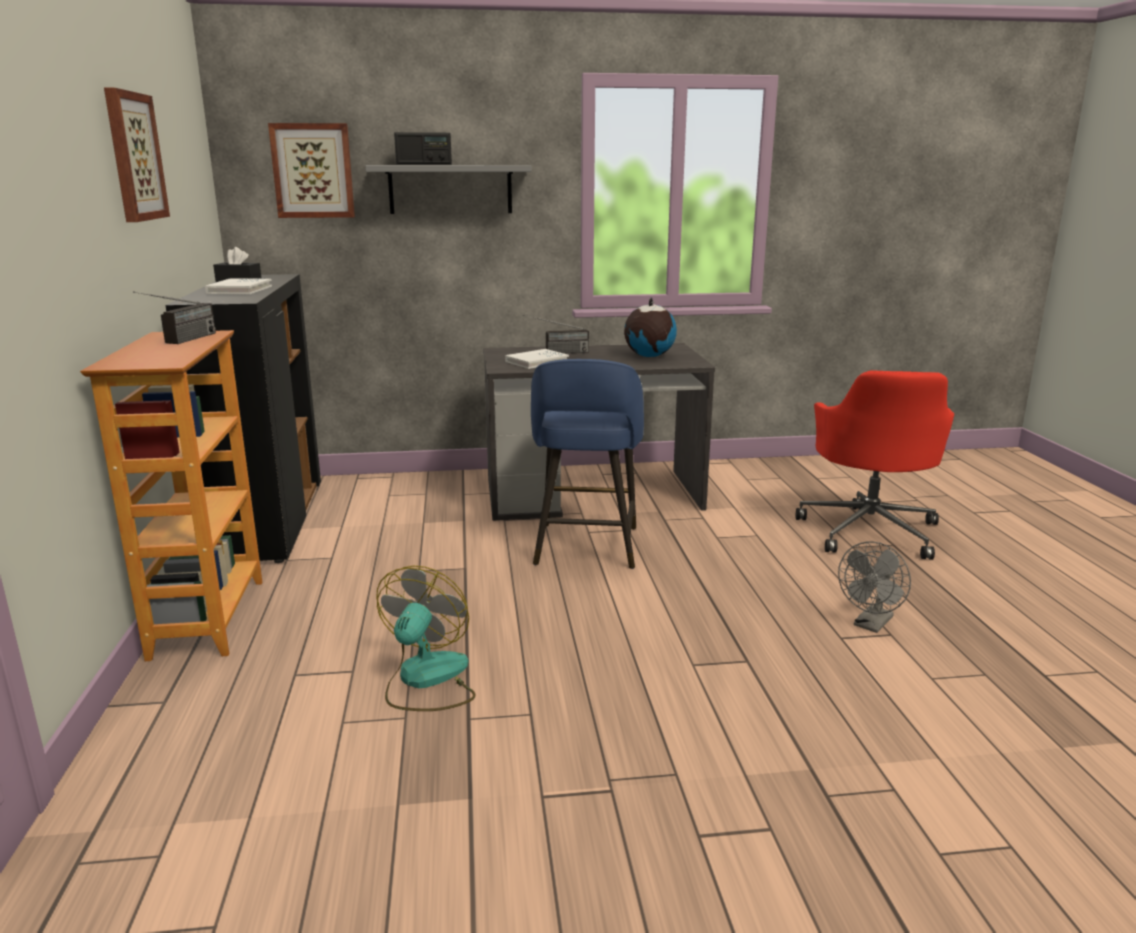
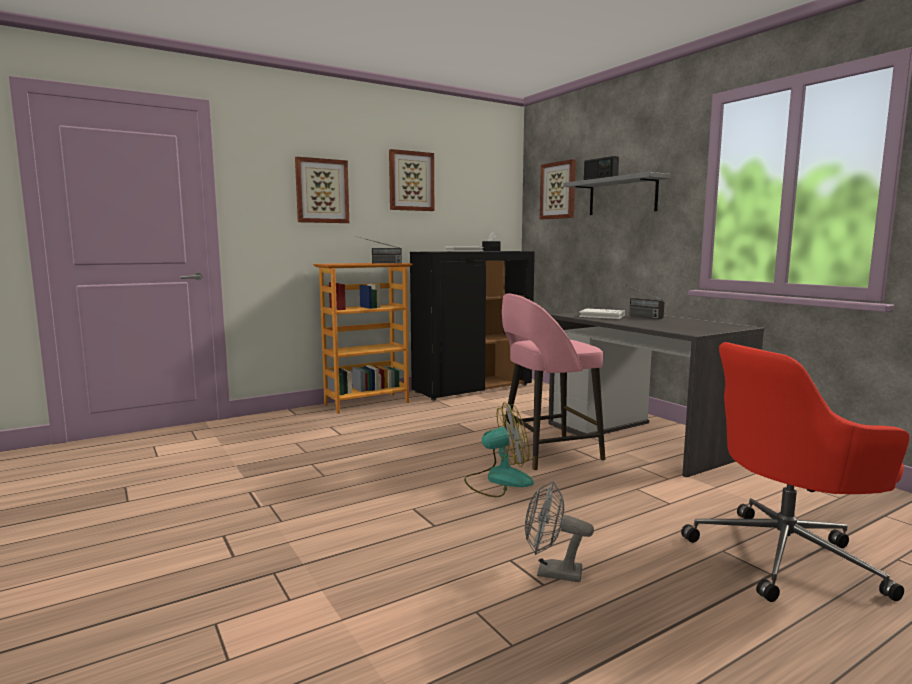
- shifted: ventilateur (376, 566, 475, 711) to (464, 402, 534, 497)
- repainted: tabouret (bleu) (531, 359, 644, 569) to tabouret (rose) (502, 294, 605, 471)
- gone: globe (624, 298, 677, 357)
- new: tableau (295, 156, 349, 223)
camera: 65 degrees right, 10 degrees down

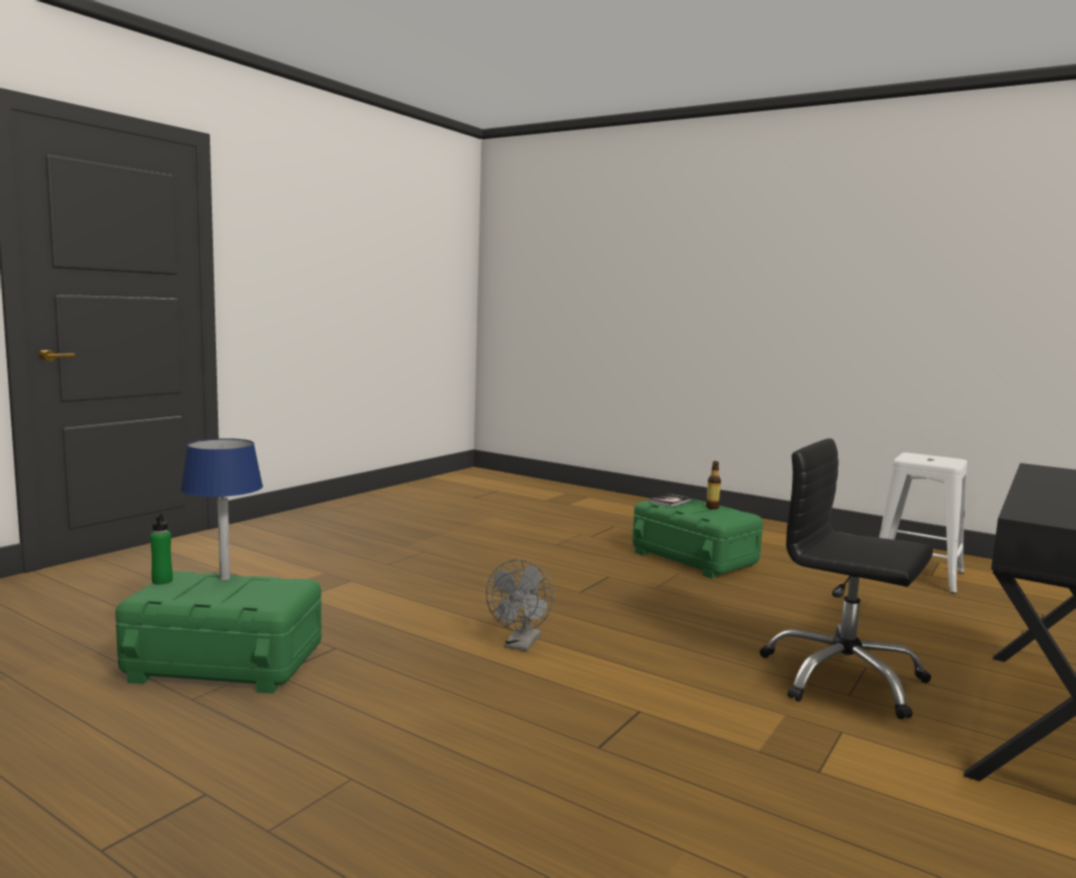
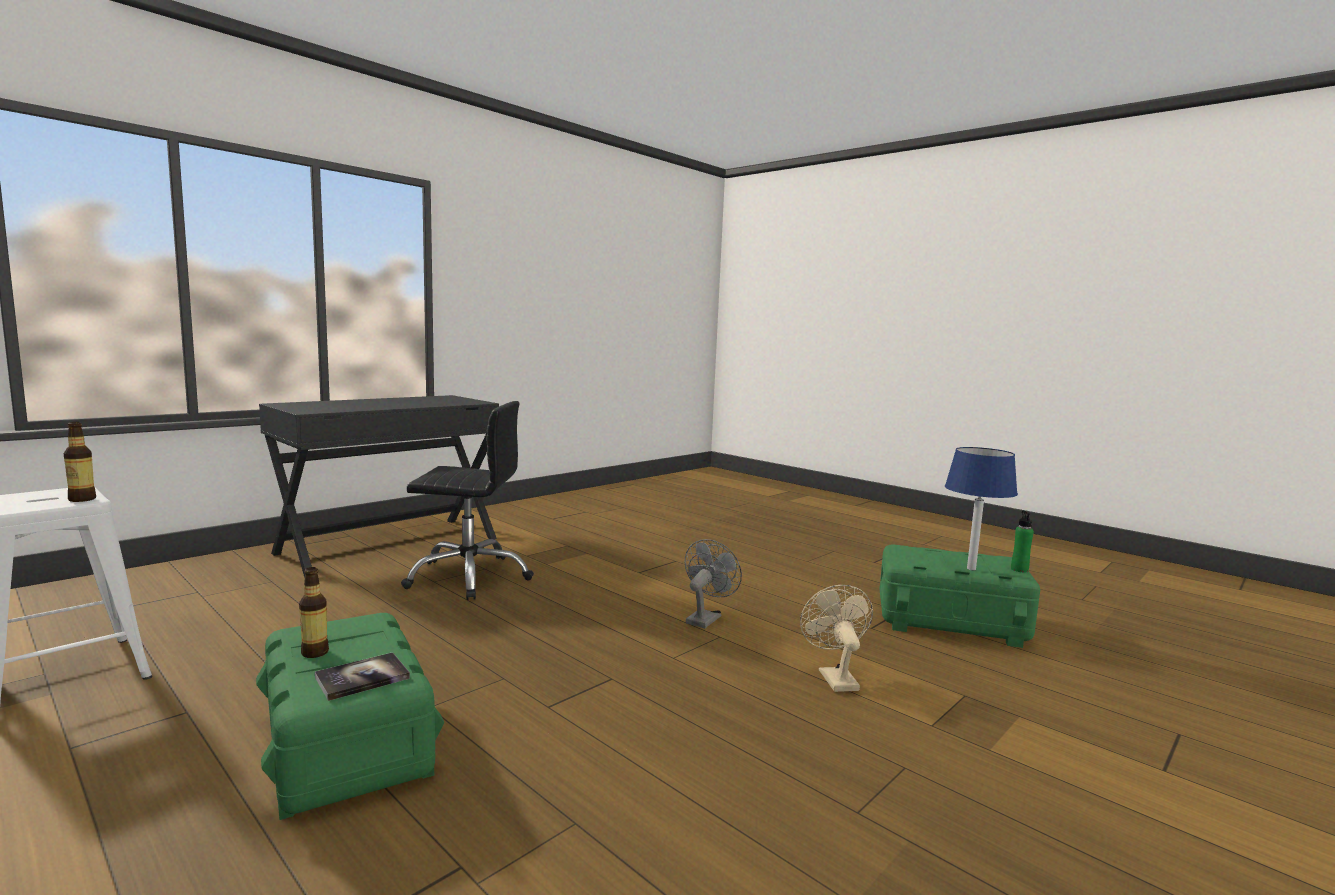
- rotated: chaise de bureau (noir) (760, 438, 933, 719) = (401, 401, 534, 600) 45 degrees counterclockwise
- new: bouteille (64, 422, 96, 502)
- new: ventilateur (beige) (800, 585, 873, 692)
camera: 170 degrees left, 0 degrees up

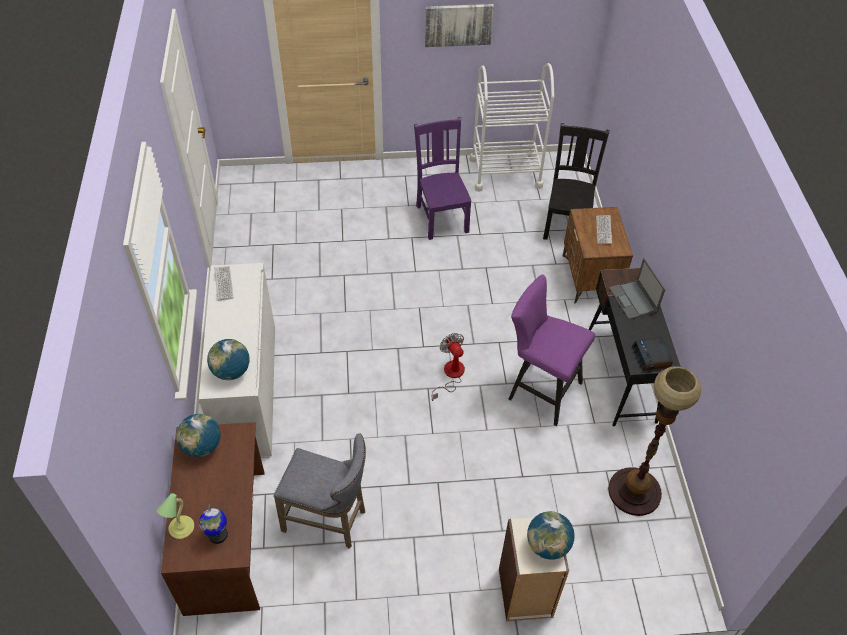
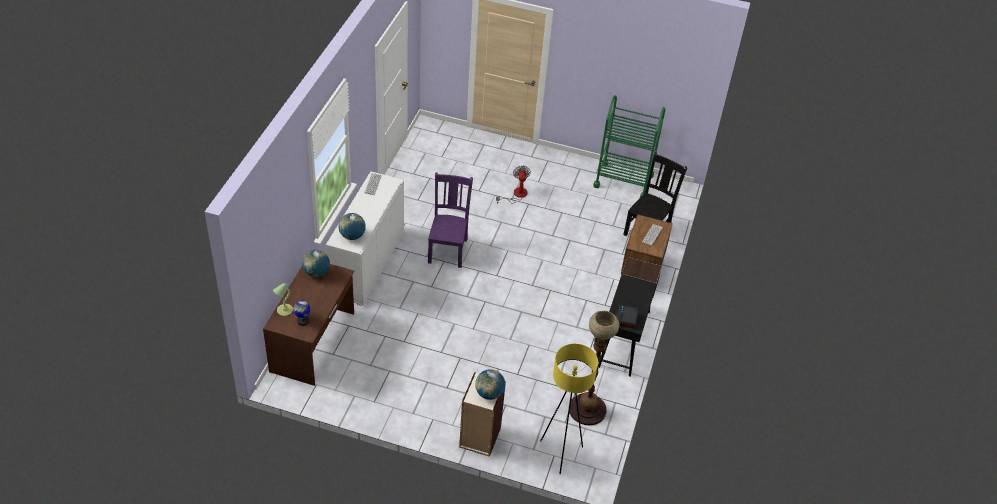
- gone: tabouret (gris) (273, 433, 366, 549)
- shifted: chaise (violet) (414, 117, 472, 240) to (428, 172, 473, 268)
- gone: tableau (425, 4, 494, 47)
- shifted: ventilateur (432, 333, 465, 401) to (496, 165, 531, 204)
- repainted: chariot (blanc) (470, 63, 554, 192) to chariot (vert) (593, 95, 665, 198)
- gone: tabouret (violet) (509, 274, 595, 426)
- gone: ordinateur portable (609, 258, 666, 319)
- new: lampadaire (jaune) (540, 344, 598, 474)
camera: 20 degrees right, 5 degrees down

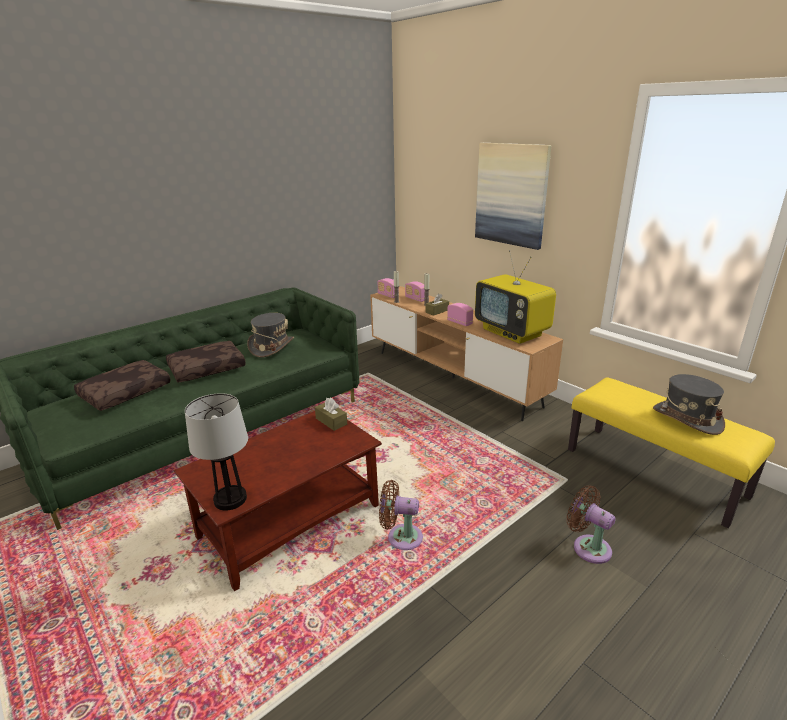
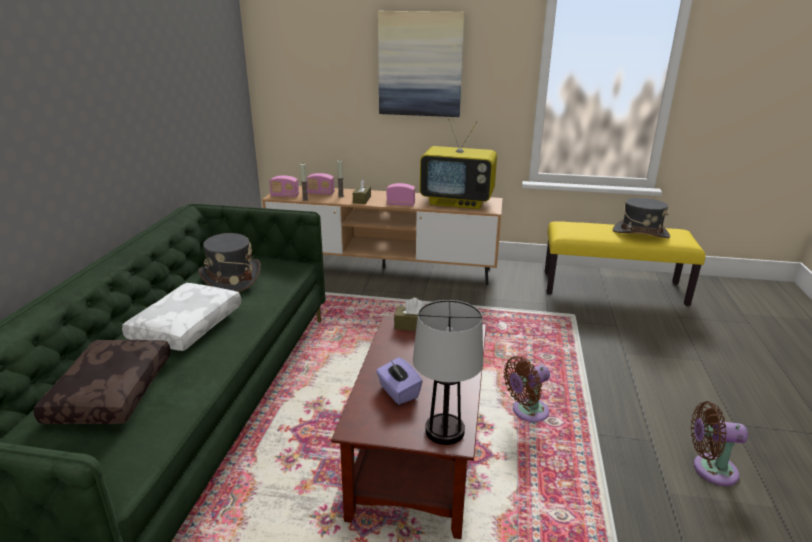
- repainted: coussin (marron) (166, 341, 246, 382) to coussin (blanc) (122, 283, 241, 351)
- shifted: ventilateur (marron) (567, 485, 616, 564) to (691, 401, 748, 486)
- new: boîte à mouchoirs (violet) (376, 357, 422, 405)
camera: 40 degrees left, 0 degrees up

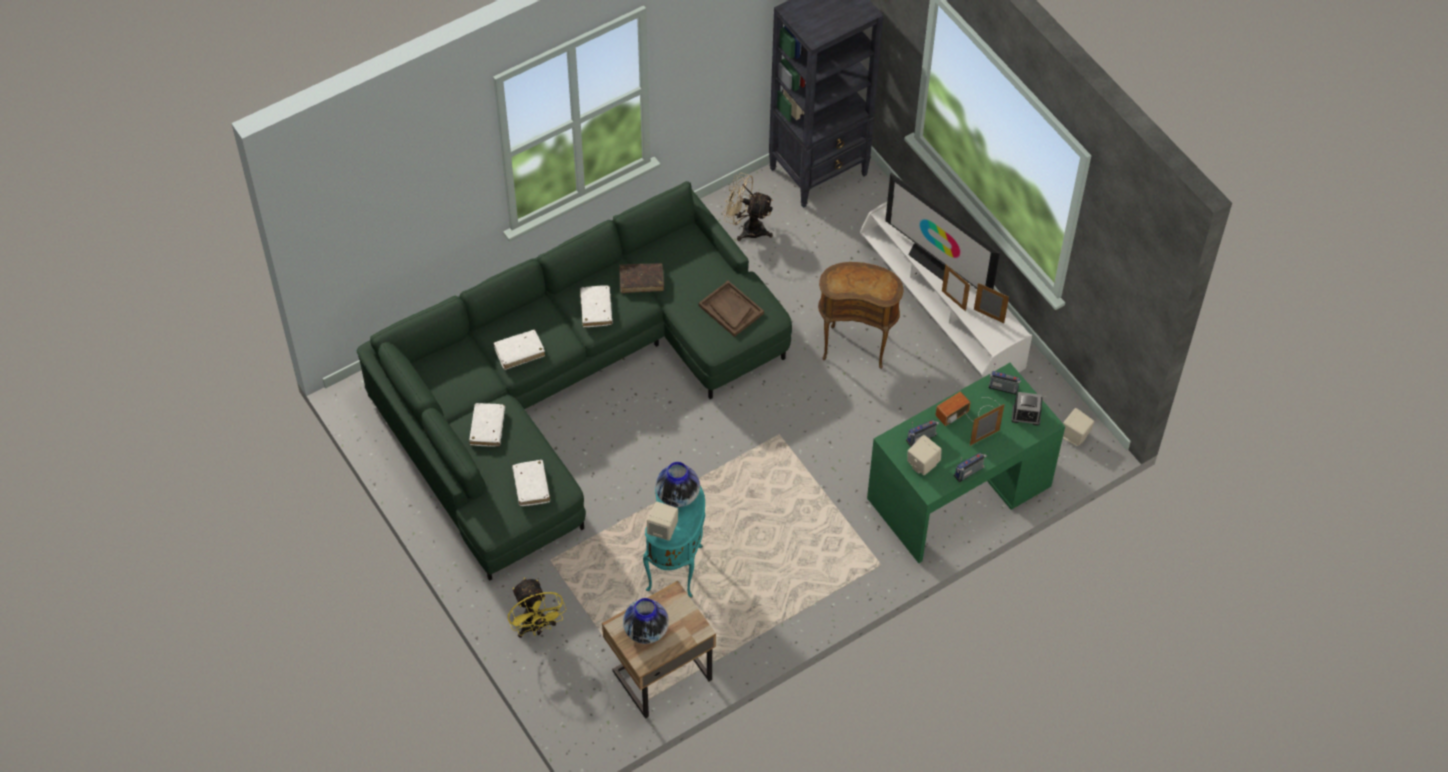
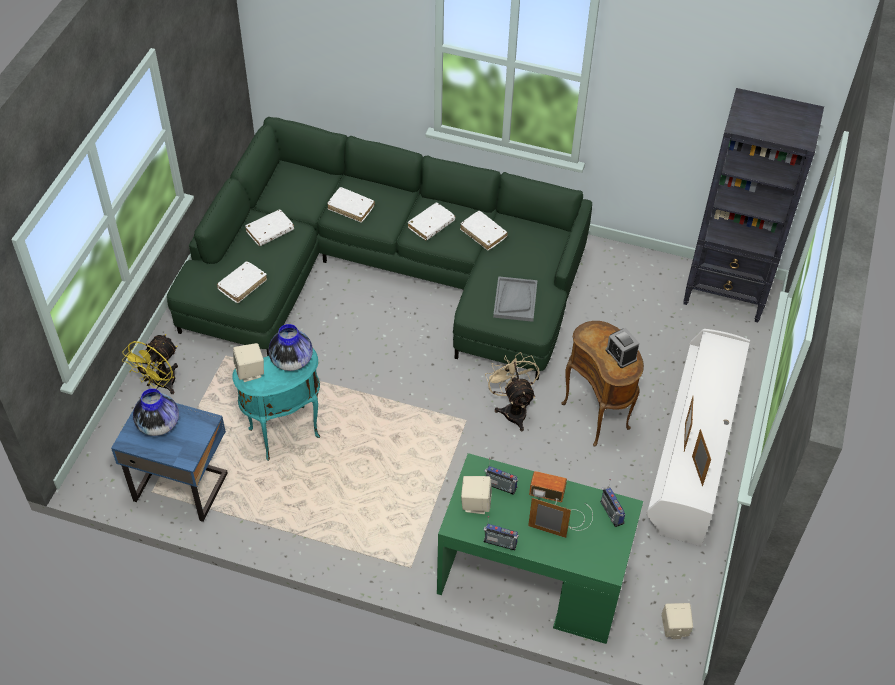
- repainted: table de chevet (beige) (602, 581, 716, 719) to table de chevet (bleu) (111, 397, 228, 522)
- repainted: livre (marron) (619, 263, 664, 293) to livre (blanc) (460, 211, 508, 251)
- repainted: plateau (marron) (699, 281, 764, 337) to plateau (gris) (493, 276, 538, 322)
- shifted: ventilateur (beige) (722, 173, 774, 241) to (485, 352, 539, 431)
- gone: téléviseur (885, 173, 1000, 289)
- shifted: réveil (1012, 392, 1043, 426) to (606, 328, 639, 368)
camera: 50 degrees right, 5 degrees down

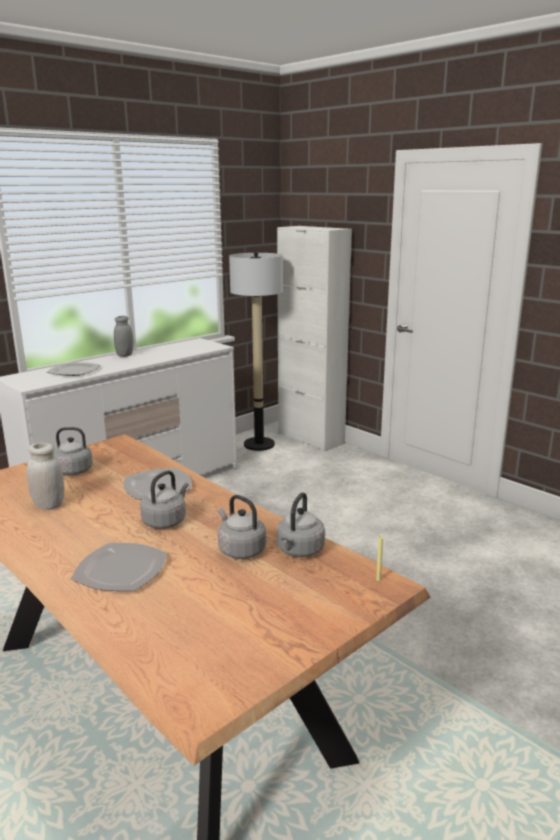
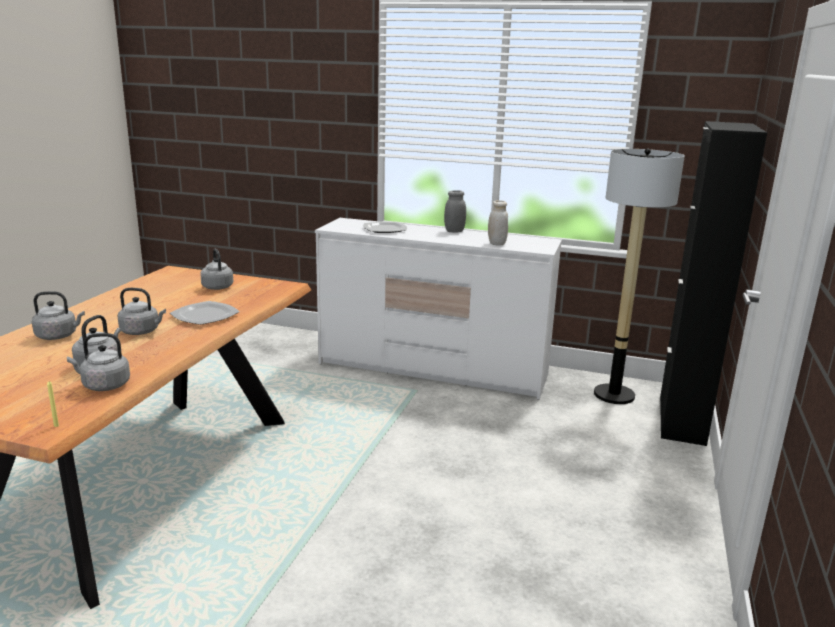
- shifted: bocal (blanc) (27, 442, 64, 510) to (488, 200, 508, 246)
- swapped: assiette (71, 543, 167, 591) to bouilloire (gris) (32, 291, 85, 340)
- repainted: meuble de rangement (blanc) (277, 226, 352, 452) to meuble de rangement (noir) (660, 121, 767, 446)
camera: 60 degrees right, 0 degrees up

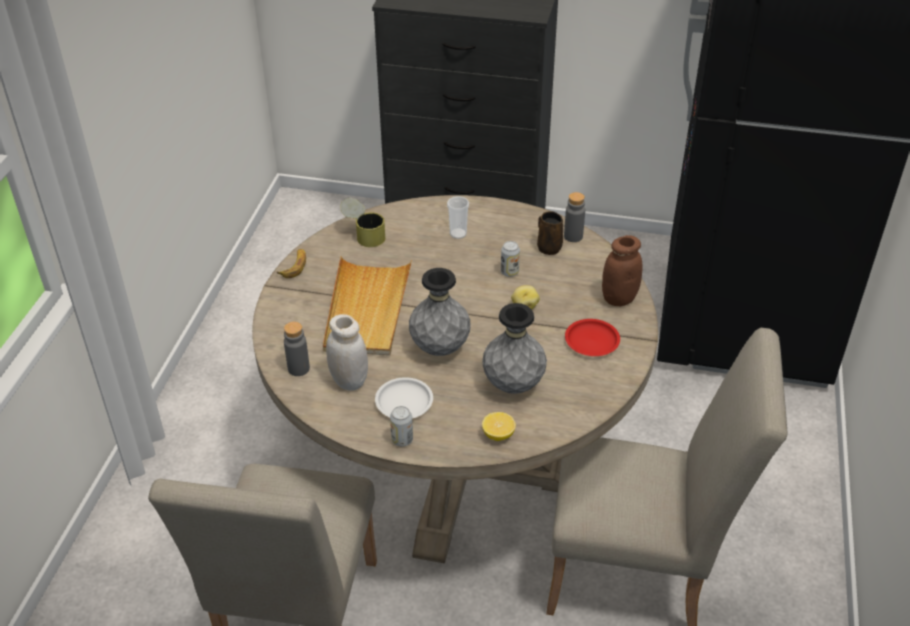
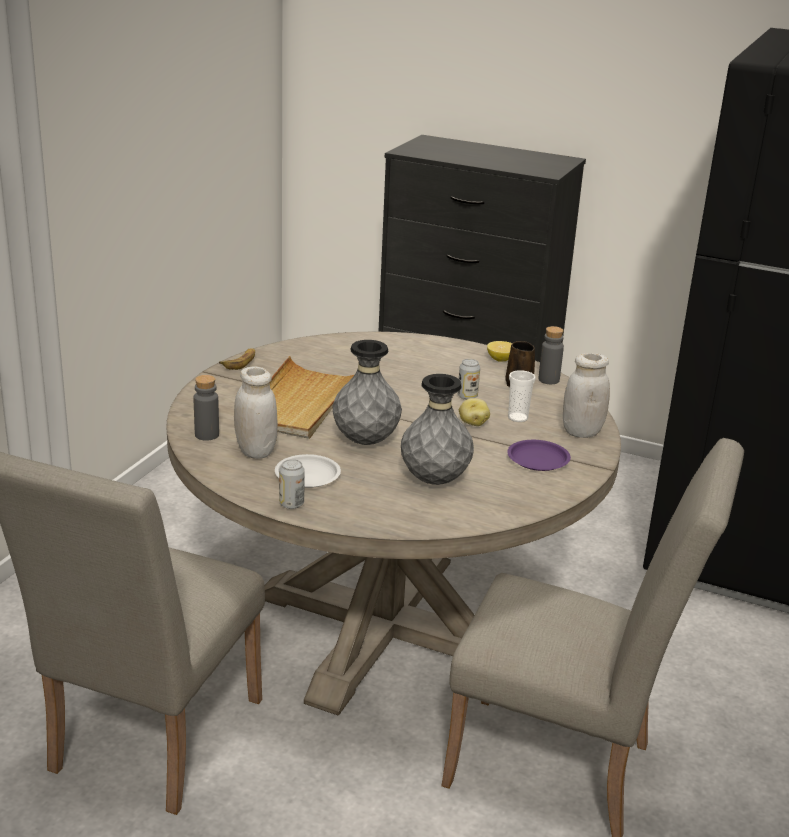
- gone: boîte métallique (340, 198, 386, 247)
- shifted: tasse (447, 196, 469, 239) to (508, 370, 536, 422)
- shifted: citron (482, 412, 516, 441) to (487, 341, 512, 362)
- repainted: assiette (rouge) (565, 319, 620, 356) to assiette (violet) (507, 440, 571, 471)
- repainted: bocal (marron) (602, 235, 642, 306) to bocal (blanc) (563, 353, 610, 438)
camera: 10 degrees right, 15 degrees down

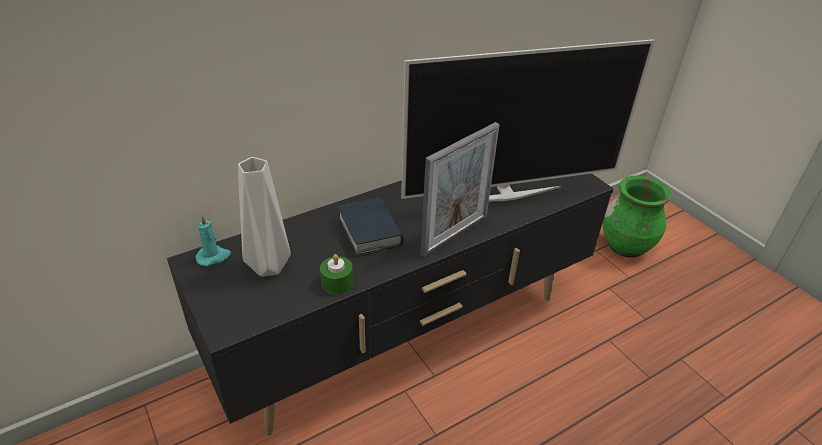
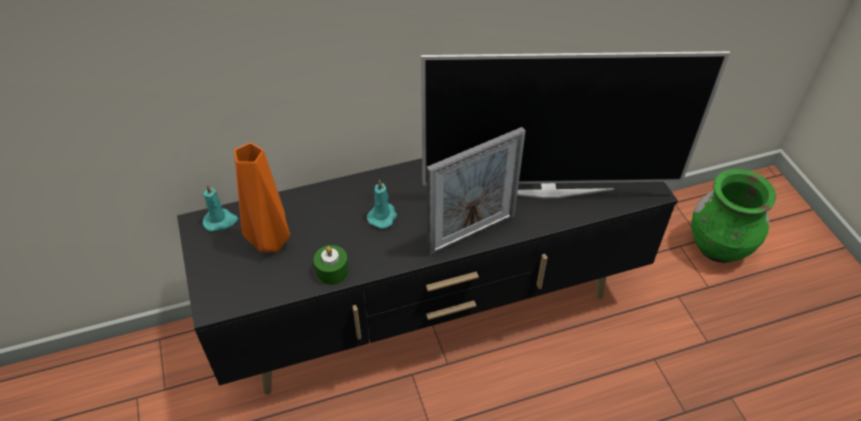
- repainted: vase (gris) (238, 157, 291, 277) to vase (orange) (234, 143, 290, 252)
- swapped: livre (338, 198, 403, 257) to bougie (turquoise) (367, 180, 397, 229)
camera: 15 degrees right, 10 degrees up

